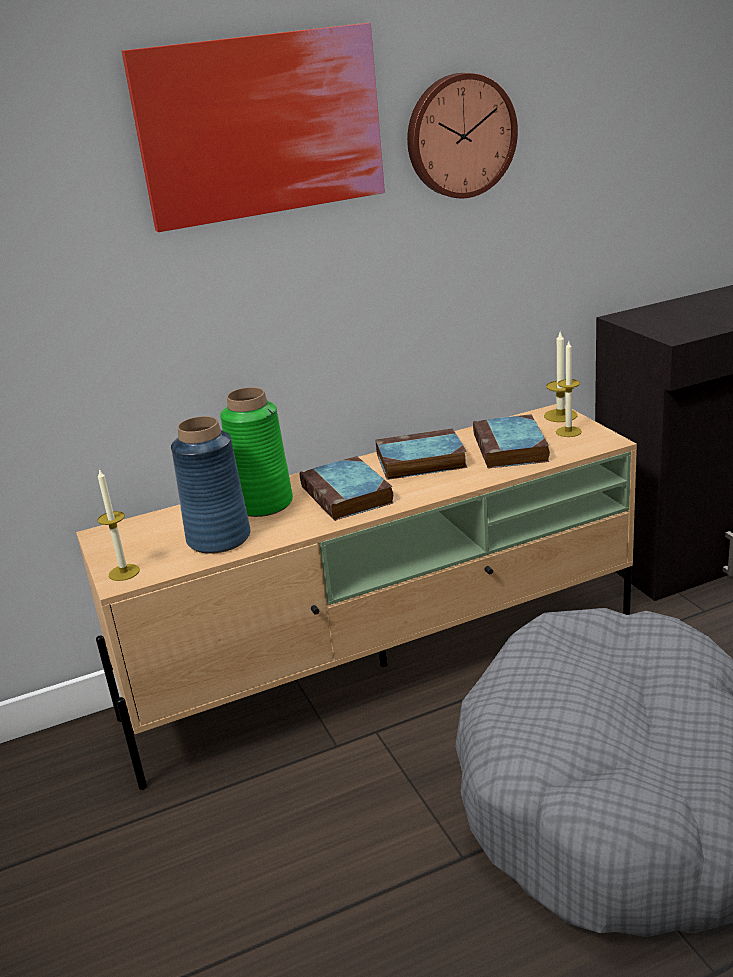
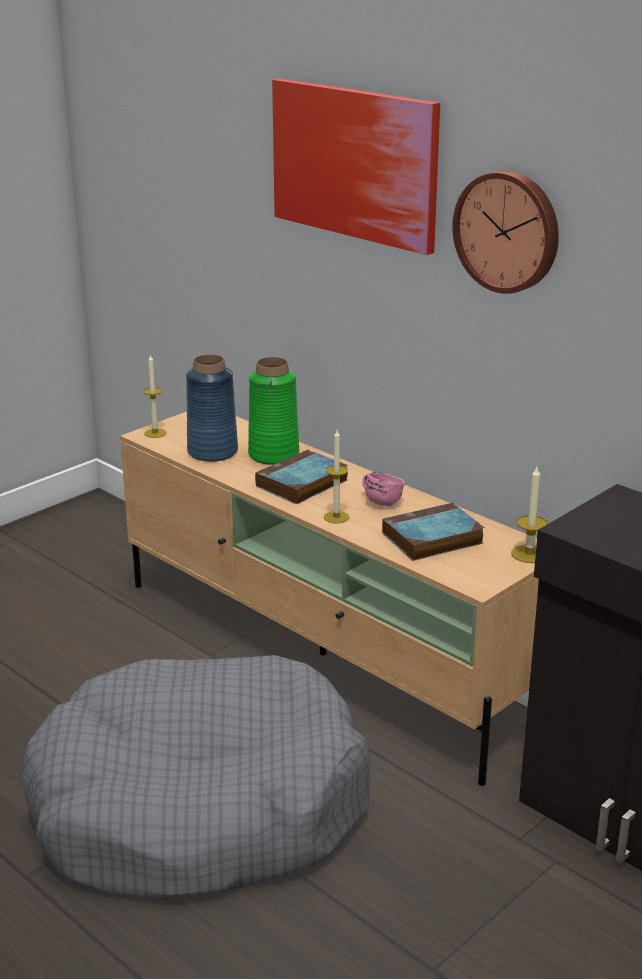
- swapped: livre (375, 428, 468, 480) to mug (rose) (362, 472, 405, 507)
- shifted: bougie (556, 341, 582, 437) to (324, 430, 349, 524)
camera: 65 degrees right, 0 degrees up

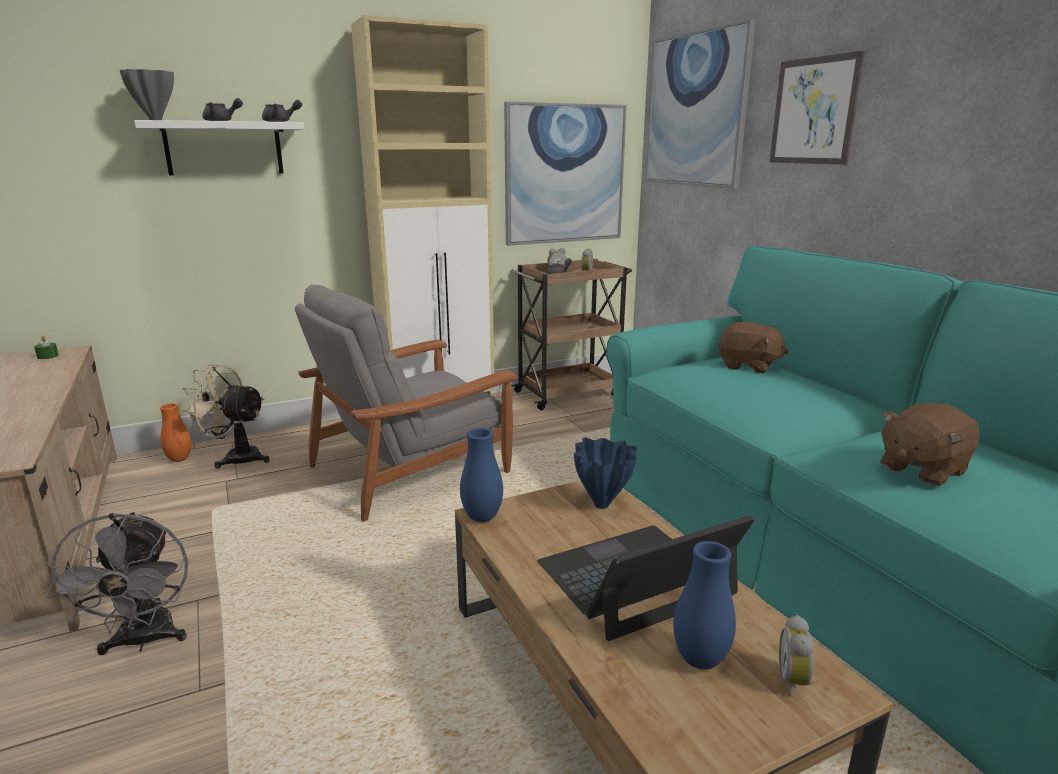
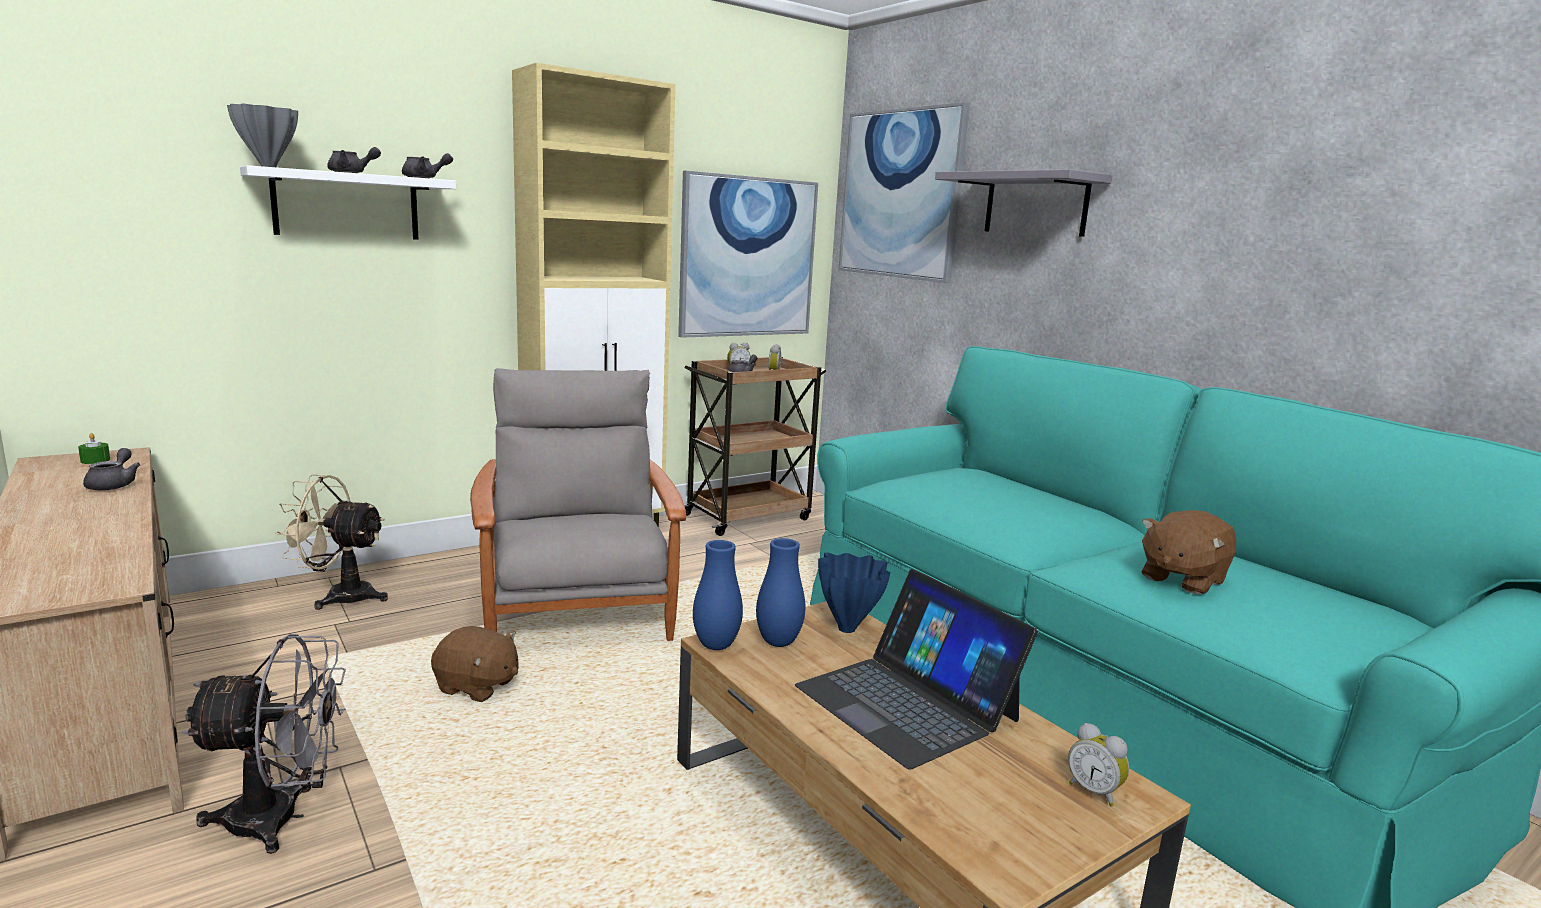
- rotated: ventilateur (gris) (45, 512, 188, 655) = (181, 634, 346, 854) 75 degrees counterclockwise
- gone: vase (orange) (160, 403, 191, 462)
- rotated: fauteuil (gris) (295, 285, 518, 522) = (470, 368, 687, 641) 120 degrees clockwise
- rotated: ordinateur portable (537, 515, 754, 641) = (795, 569, 1038, 770) 90 degrees counterclockwise
- shifted: vase (bleu) (673, 541, 736, 669) to (756, 538, 805, 647)
- shifted: peluche (marron) (718, 322, 789, 374) to (431, 626, 519, 702)
- swapped: tableau (769, 51, 865, 165) to étagère (gris) (935, 169, 1112, 237)
- rotated: réveil (779, 615, 814, 697) = (1068, 723, 1129, 806) 45 degrees counterclockwise
- new: théière (gris) (83, 448, 141, 491)
camera: 10 degrees left, 5 degrees down

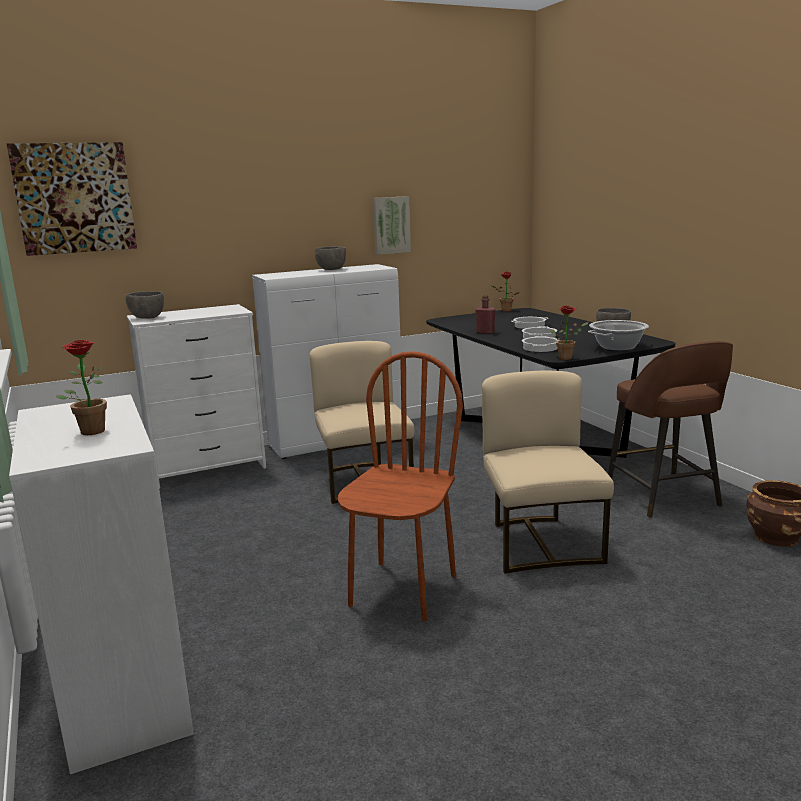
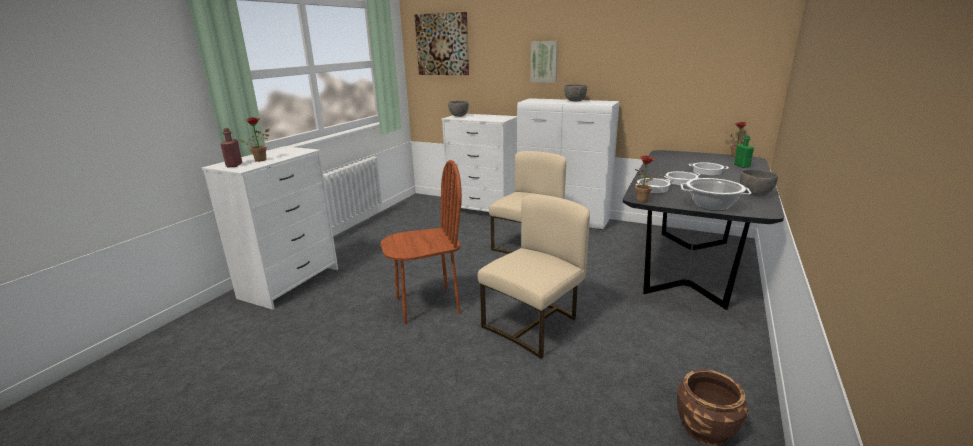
- shifted: tableau (373, 196, 411, 255) to (531, 41, 558, 83)
- shifted: bouteille (rouge) (475, 295, 495, 334) to (220, 128, 242, 167)
- gone: tabouret (marron) (608, 341, 733, 517)
- new: bouteille (vert) (734, 135, 754, 168)
camera: 50 degrees right, 5 degrees up

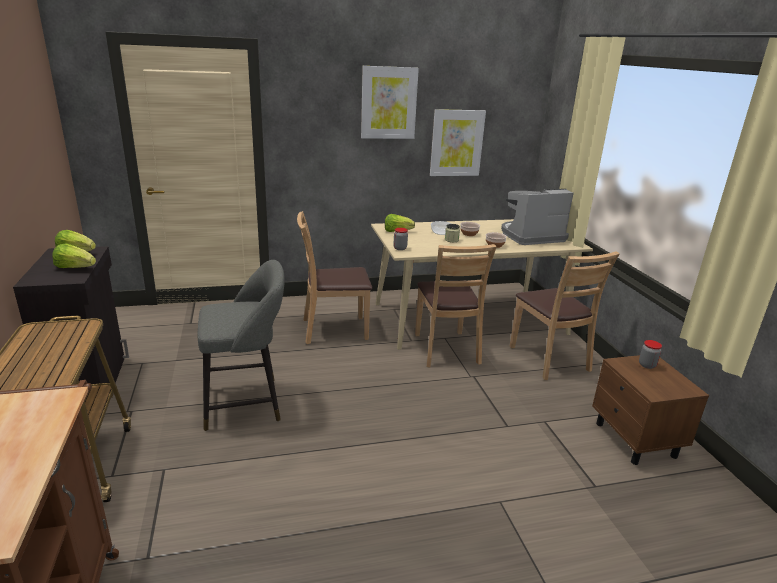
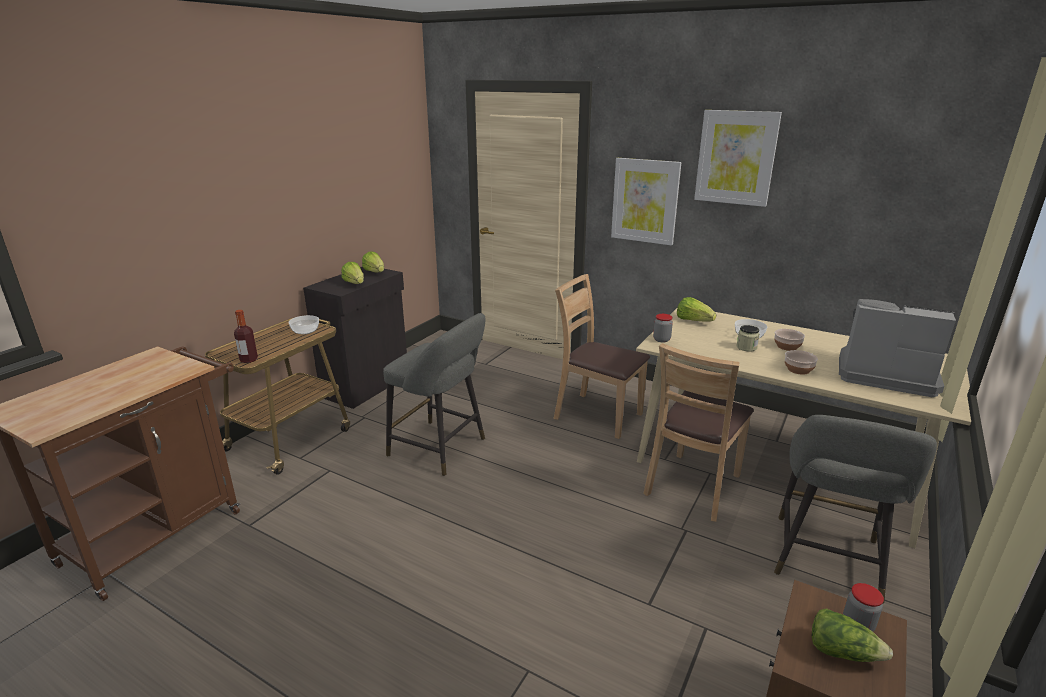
- shifted: tableau (430, 109, 486, 176) to (611, 158, 682, 246)
- swapped: chaise (marron) (510, 251, 620, 380) to tabouret (gris) (774, 415, 937, 604)
- new: bouteille (234, 310, 258, 363)
- new: bol (289, 315, 319, 334)
- new: laitue (812, 608, 893, 662)
camera: 45 degrees right, 0 degrees up

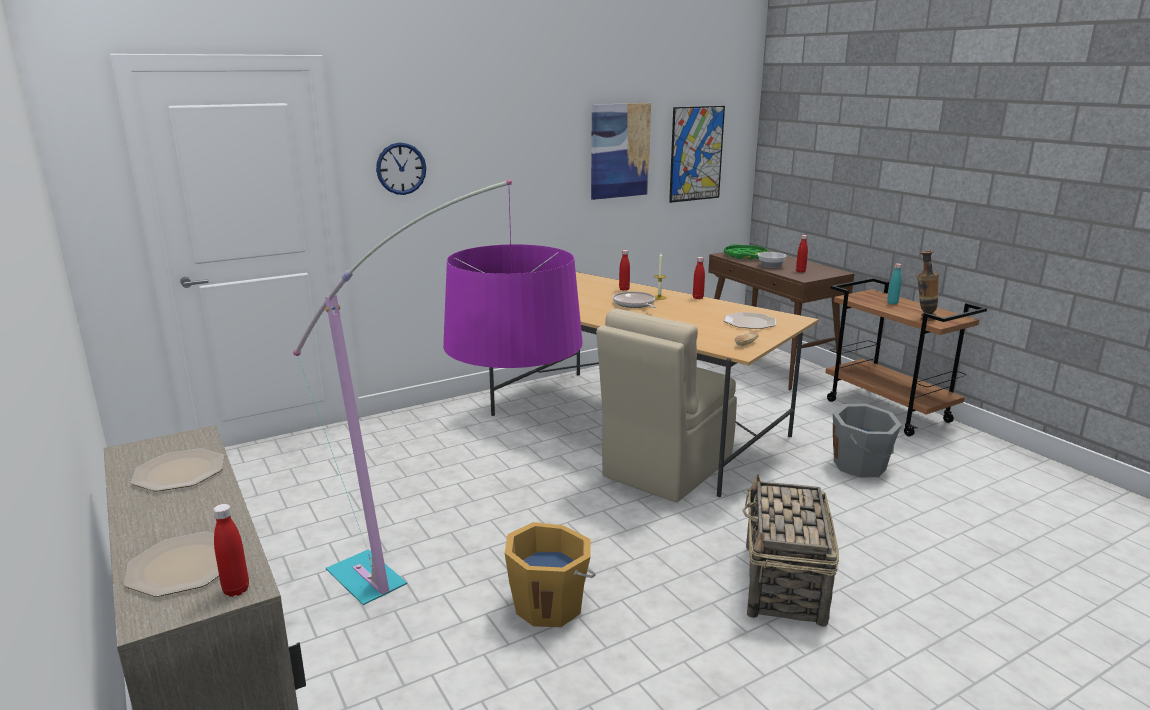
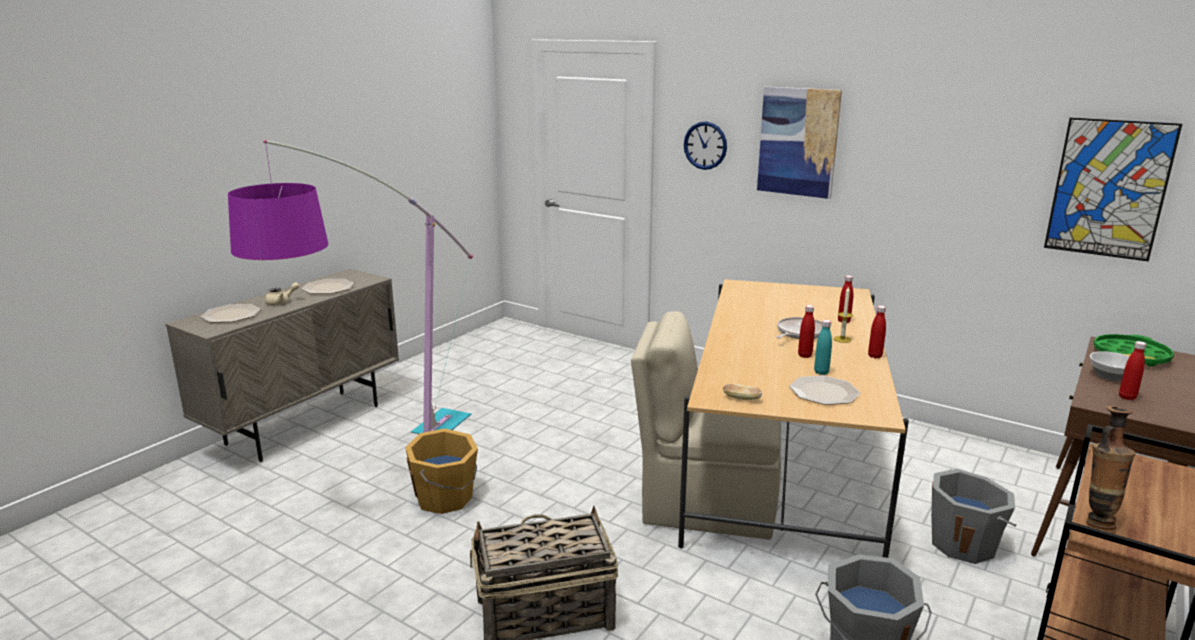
- shifted: bouteille (rouge) (213, 504, 249, 597) to (798, 305, 815, 358)
- shifted: tableau (591, 103, 651, 200) to (757, 87, 842, 199)
- shifted: bouteille (turquoise) (887, 263, 902, 305) to (814, 320, 832, 375)
- new: théière (beige) (265, 282, 300, 305)
- new: seau (gris) (931, 469, 1016, 564)
camera: 65 degrees right, 0 degrees up

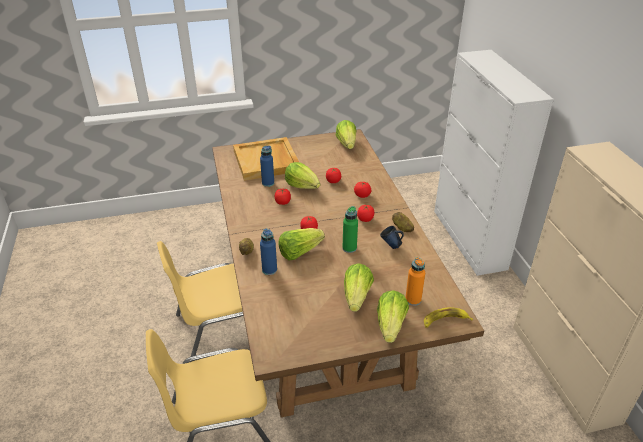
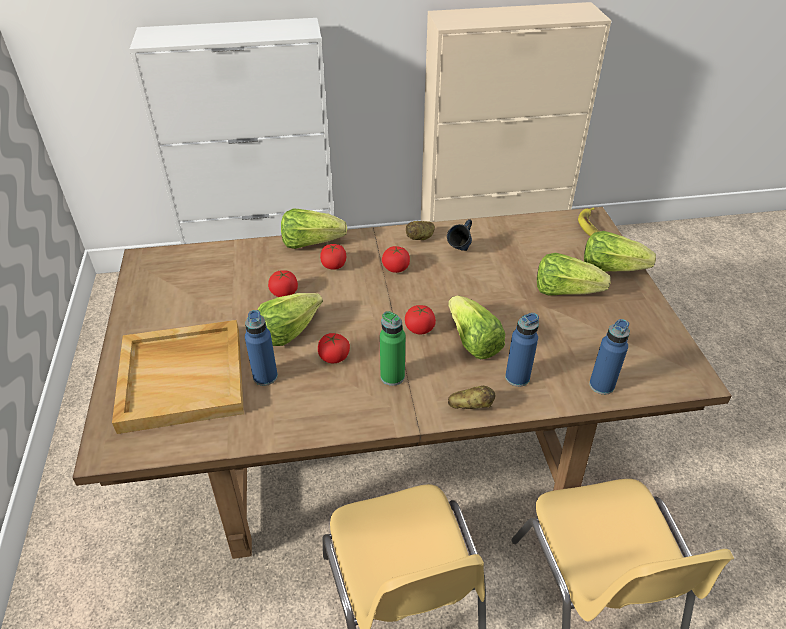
- shifted: laitue (335, 120, 356, 149) to (281, 209, 347, 249)
- shifted: bouteille (vert) (342, 206, 358, 253) to (380, 311, 405, 386)
- gone: bouteille (orange) (405, 257, 425, 306)
- new: bouteille (bleu) (589, 319, 630, 395)
camera: 85 degrees left, 5 degrees up

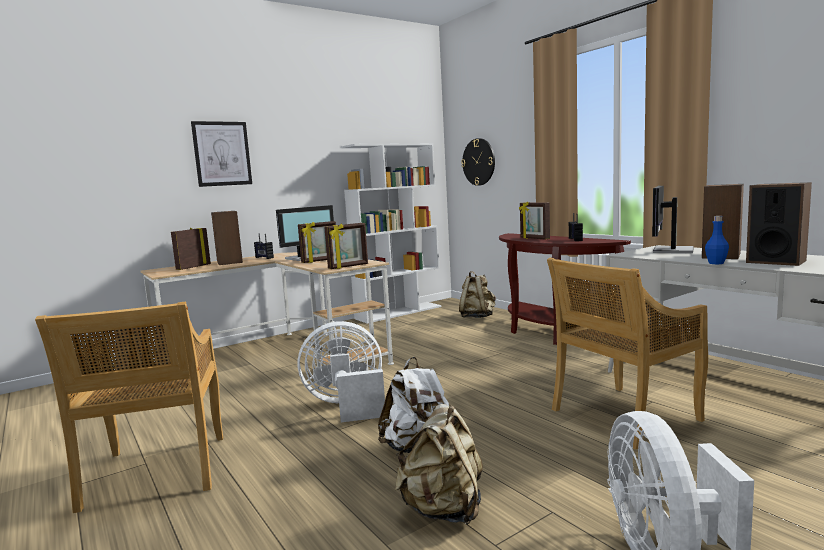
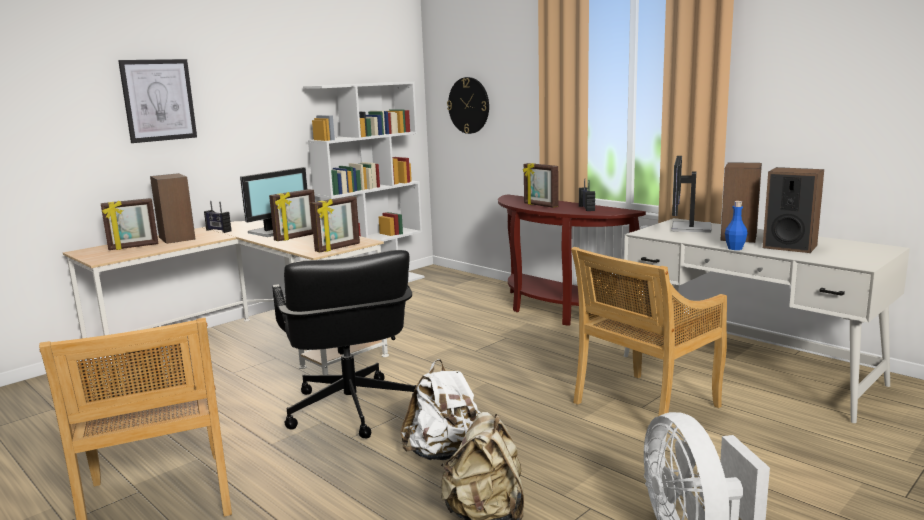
- rotated: cadre photo (171, 228, 211, 270) = (101, 198, 159, 250) 135 degrees counterclockwise
- swapped: ventilateur (blanc) (298, 321, 385, 422) to chaise de bureau (noir) (272, 250, 417, 438)
- gone: sac à dos (beige) (459, 271, 496, 318)
camera: 10 degrees left, 5 degrees up

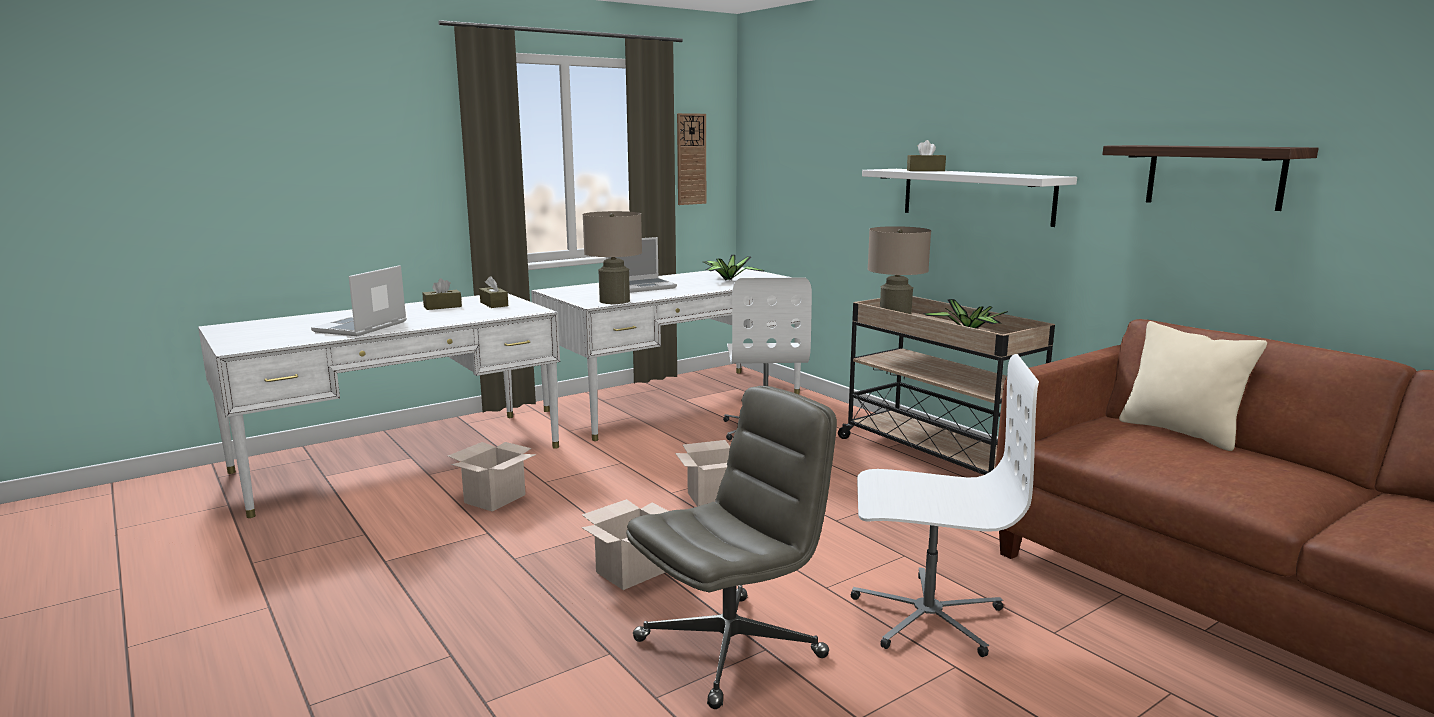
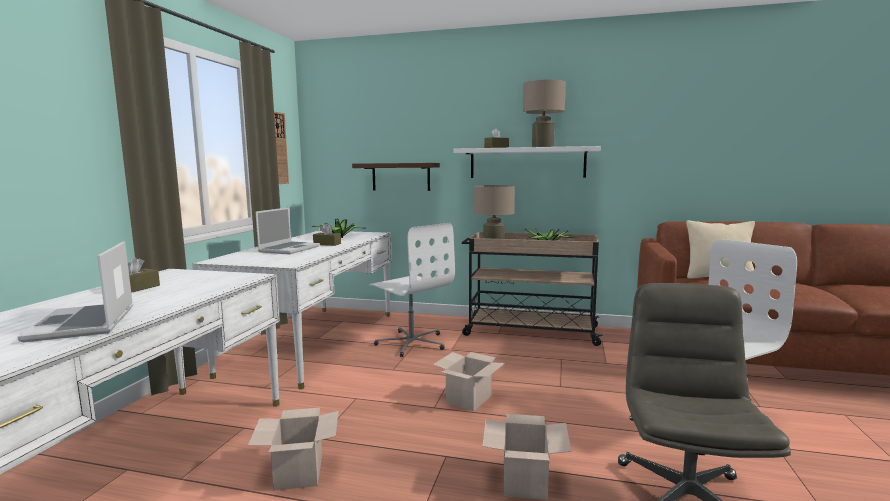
- shifted: boîte à mouchoirs (marron) (479, 276, 508, 308) to (313, 224, 341, 246)
- shifted: lampe de table (beige) (583, 211, 642, 304) to (523, 79, 566, 147)
- shifted: étagère (1102, 145, 1318, 211) to (352, 163, 440, 191)
camera: 40 degrees left, 5 degrees down

